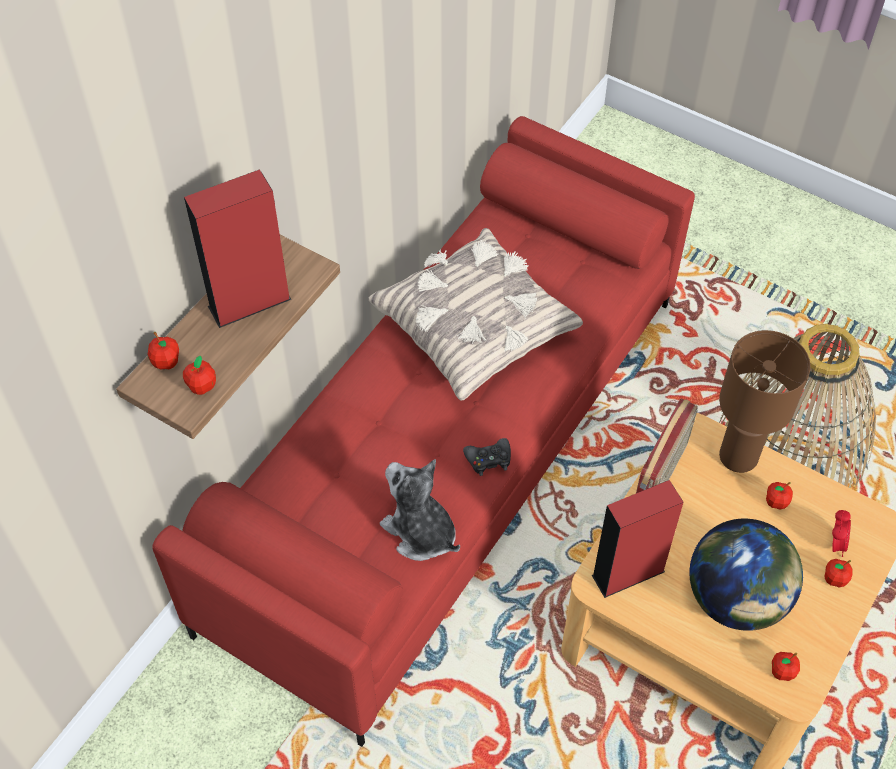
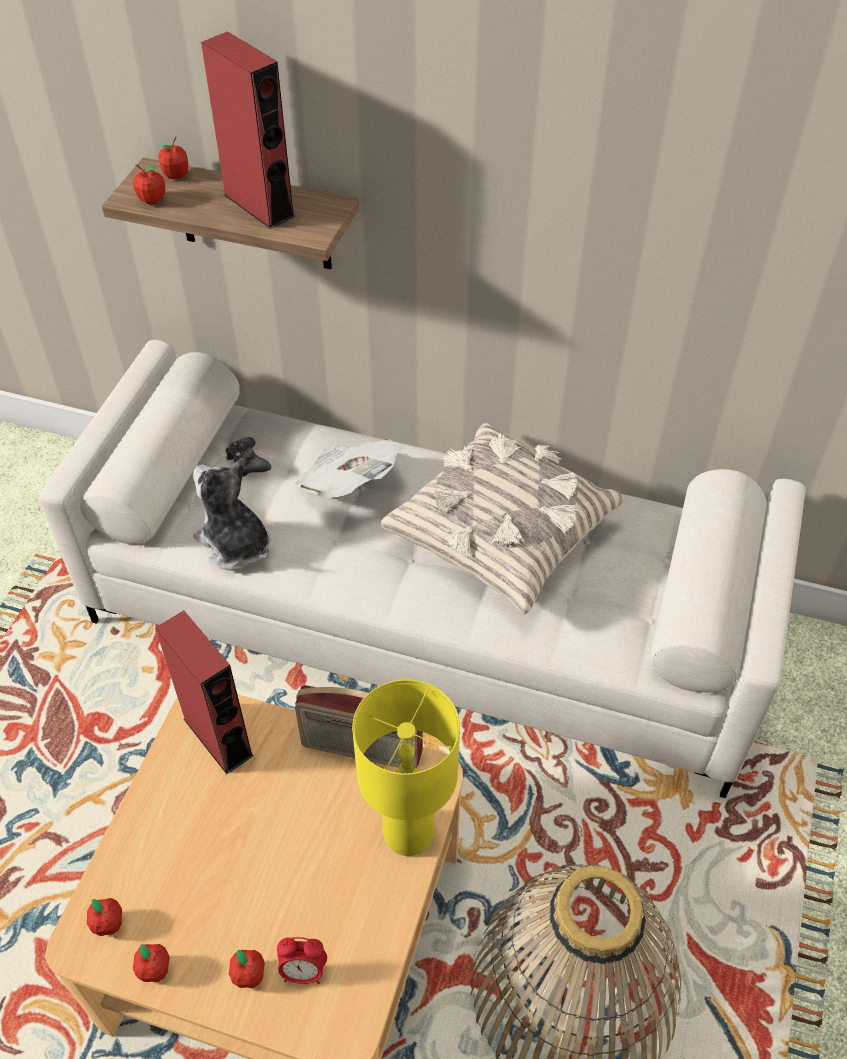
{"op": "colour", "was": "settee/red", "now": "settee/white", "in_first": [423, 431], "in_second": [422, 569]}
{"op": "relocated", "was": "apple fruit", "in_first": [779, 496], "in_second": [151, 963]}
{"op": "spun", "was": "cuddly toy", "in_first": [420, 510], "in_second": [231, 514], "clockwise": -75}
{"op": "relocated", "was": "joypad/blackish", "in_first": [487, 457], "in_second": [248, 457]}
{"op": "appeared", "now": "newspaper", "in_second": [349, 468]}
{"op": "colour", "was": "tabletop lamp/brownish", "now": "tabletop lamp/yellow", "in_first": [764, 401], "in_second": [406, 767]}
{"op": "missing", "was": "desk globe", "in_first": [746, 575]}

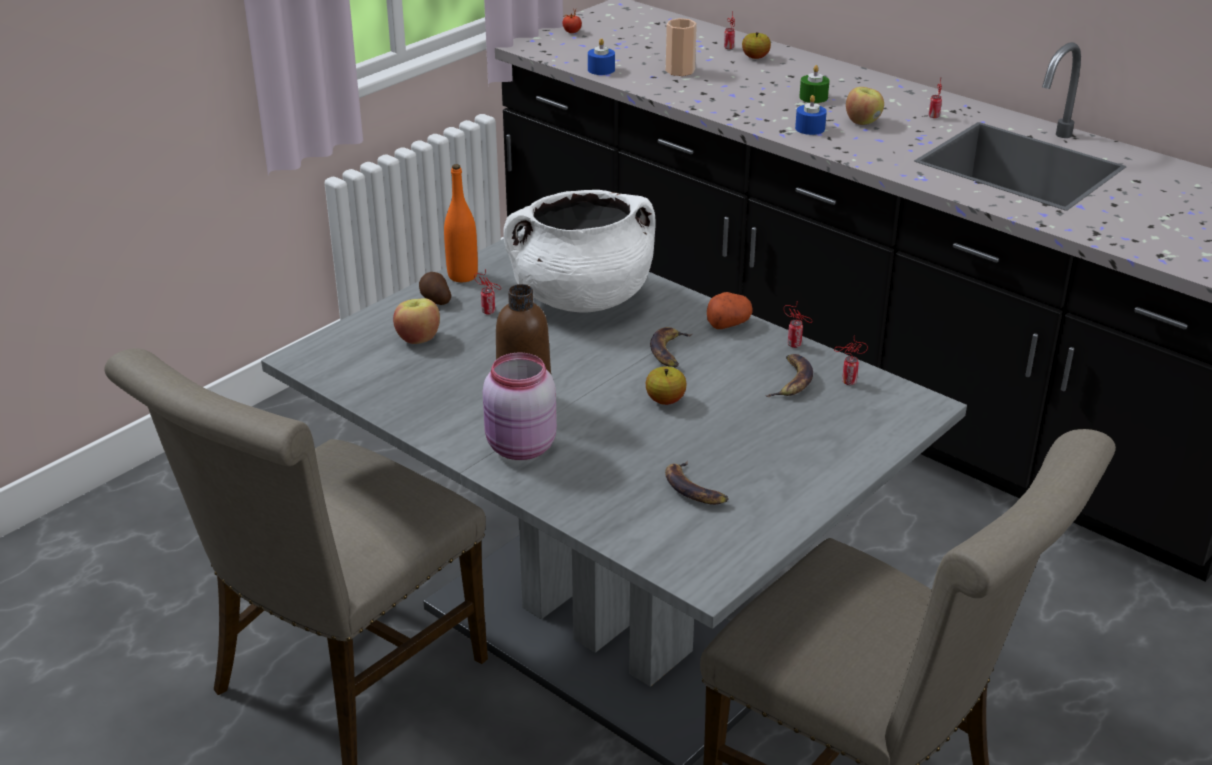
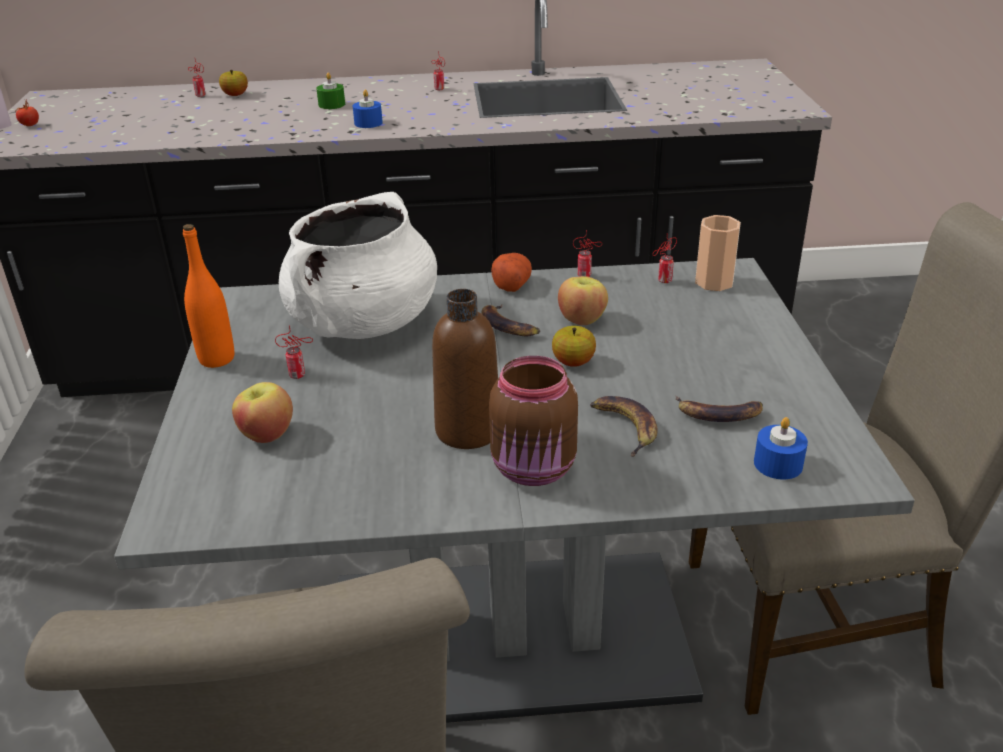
{"op": "colour", "was": "jar/pinkish", "now": "jar/brownish", "in_first": [520, 406], "in_second": [533, 421]}
{"op": "relocated", "was": "apple fruit", "in_first": [865, 106], "in_second": [583, 300]}
{"op": "relocated", "was": "whole banana", "in_first": [789, 375], "in_second": [624, 426]}
{"op": "relocated", "was": "cup", "in_first": [681, 47], "in_second": [718, 253]}
{"op": "relocated", "was": "wax light/blue", "in_first": [601, 56], "in_second": [781, 448]}
{"op": "missing", "was": "spud", "in_first": [435, 288]}

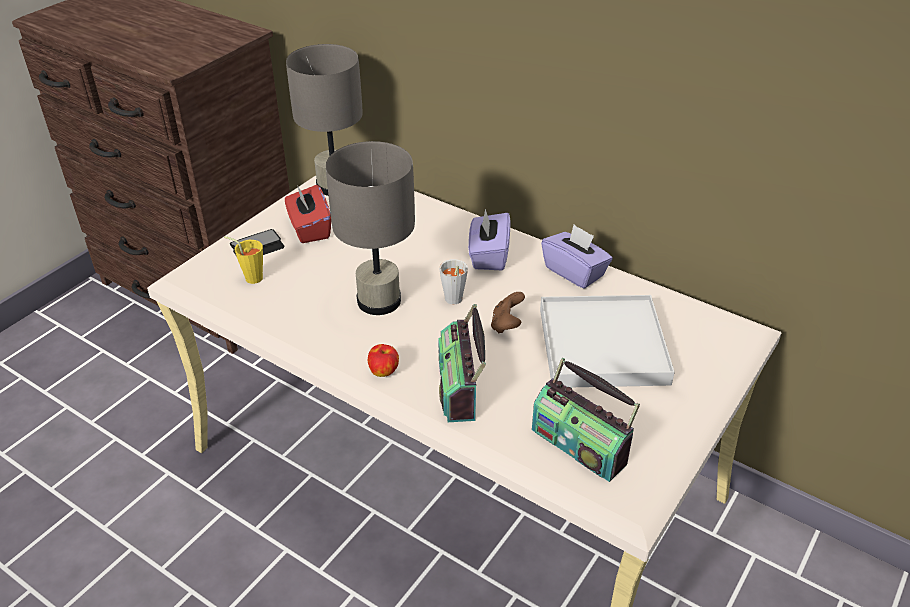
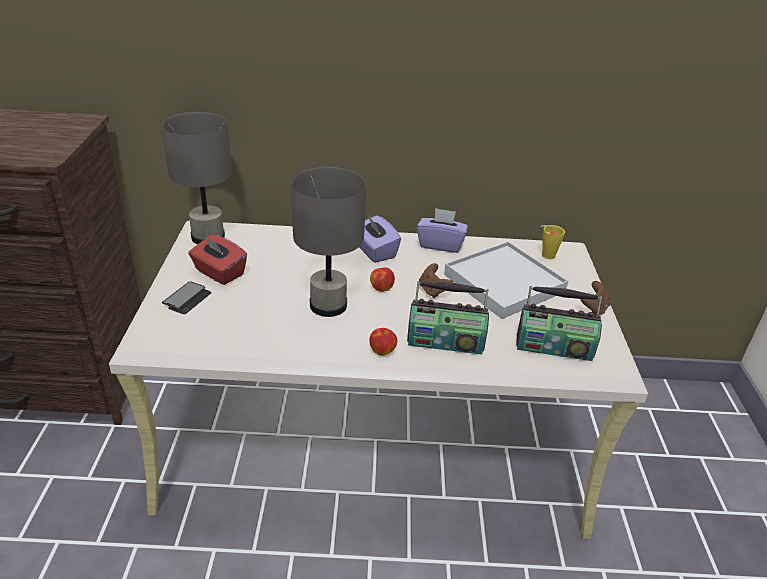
{"op": "exchanged", "was": "cup/gray", "now": "apple fruit", "in_first": [453, 281], "in_second": [382, 279]}
{"op": "spun", "was": "radio", "in_first": [462, 363], "in_second": [448, 318], "clockwise": -45}
{"op": "relocated", "was": "cup/yellow", "in_first": [243, 260], "in_second": [553, 242]}
{"op": "appeared", "now": "joypad/brownish", "in_second": [595, 298]}

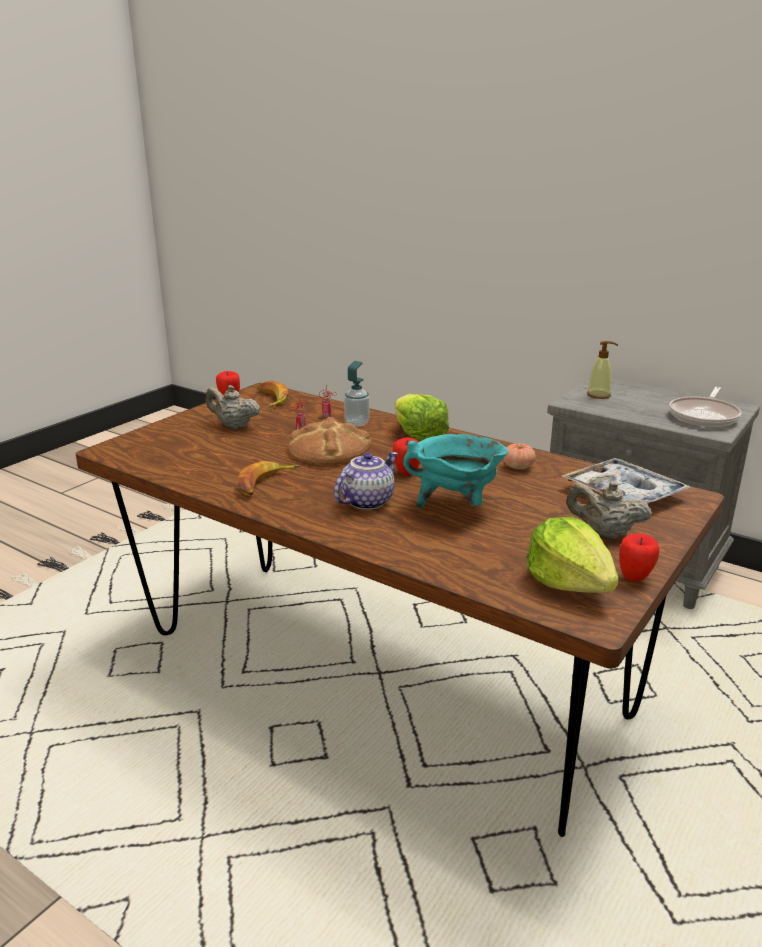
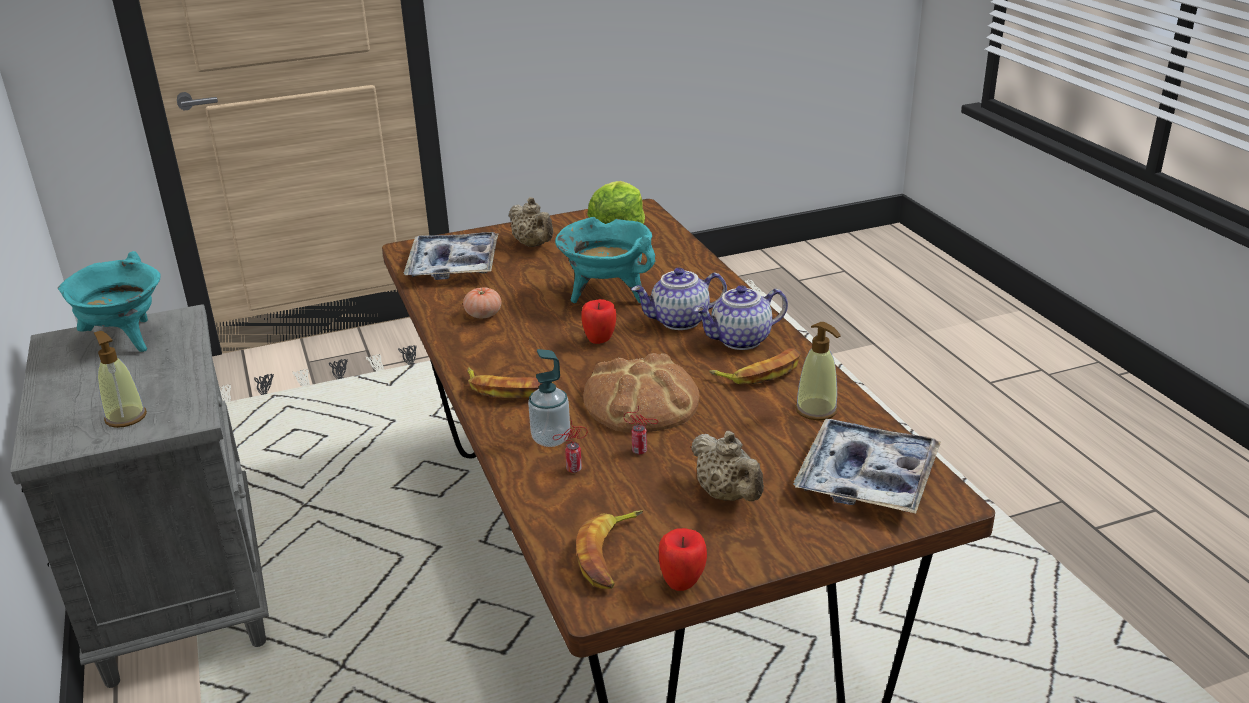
{"op": "exchanged", "was": "frying pan", "now": "stockpot/blue-green", "in_first": [705, 407], "in_second": [109, 301]}
{"op": "exchanged", "was": "lettuce", "now": "whole banana", "in_first": [422, 417], "in_second": [511, 383]}
{"op": "appeared", "now": "pot for tea", "in_second": [741, 317]}
{"op": "appeared", "now": "tray", "in_second": [867, 466]}
{"op": "appeared", "now": "liquid soap bottle", "in_second": [818, 371]}
{"op": "missing", "was": "apple fruit", "in_first": [639, 558]}

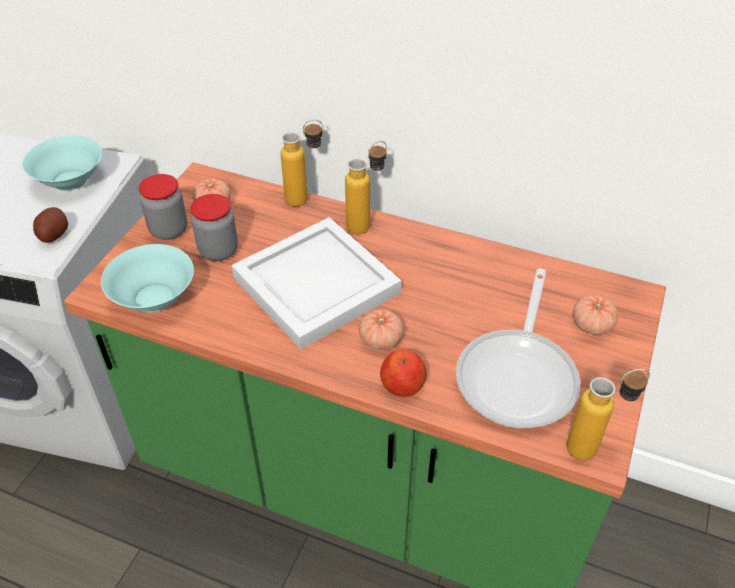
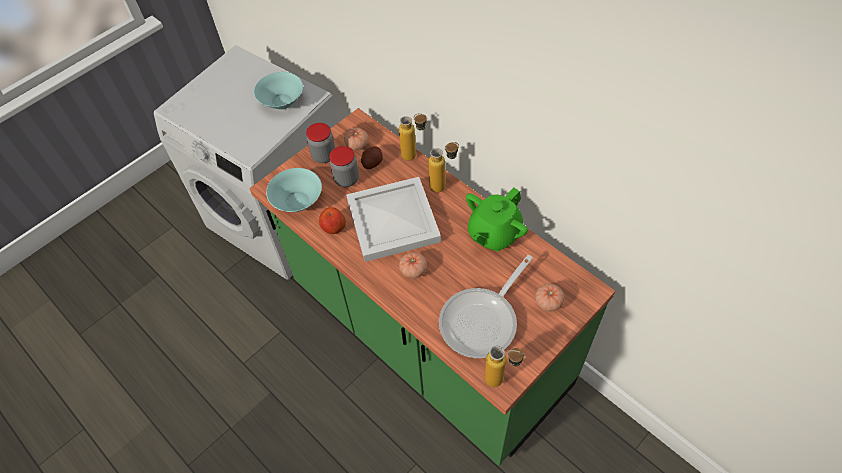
{"op": "relocated", "was": "apple fruit", "in_first": [403, 373], "in_second": [332, 220]}
{"op": "relocated", "was": "spud", "in_first": [50, 225], "in_second": [372, 157]}
{"op": "appeared", "now": "pot for tea/green", "in_second": [497, 219]}

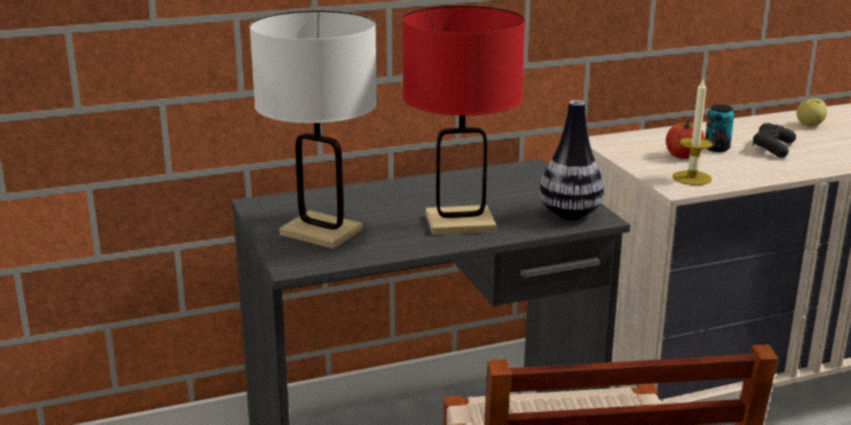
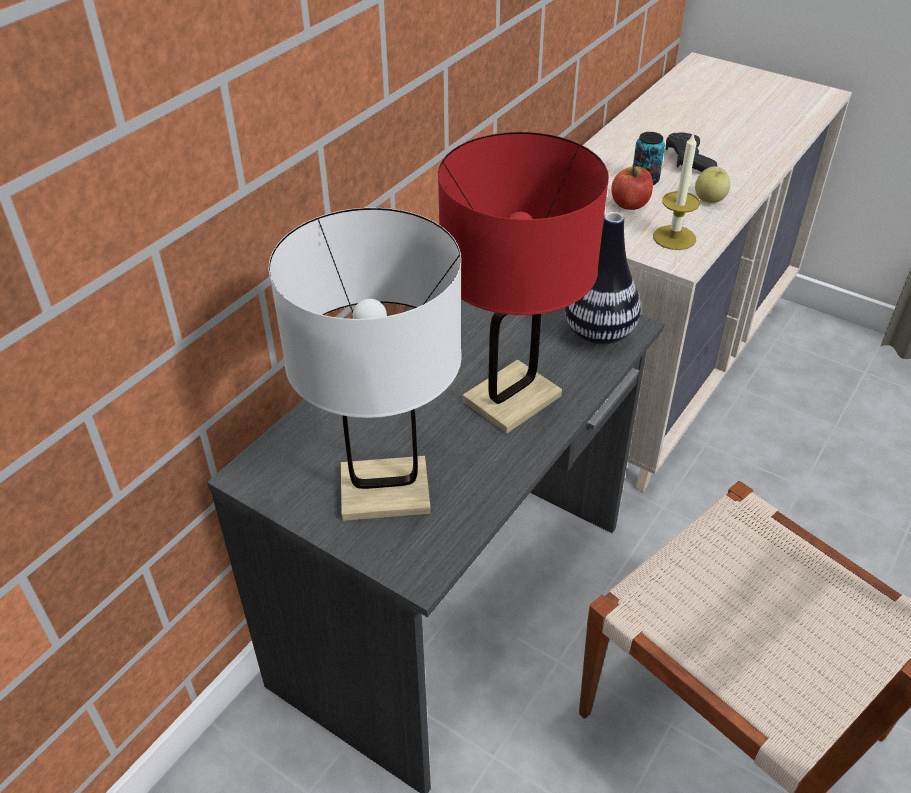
{"op": "relocated", "was": "apple fruit", "in_first": [812, 112], "in_second": [712, 184]}

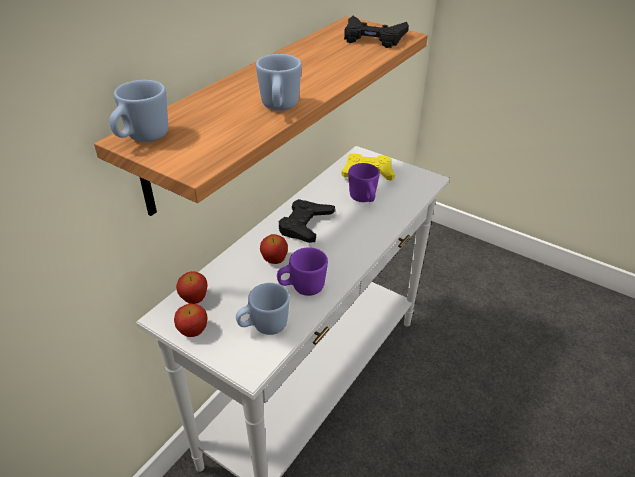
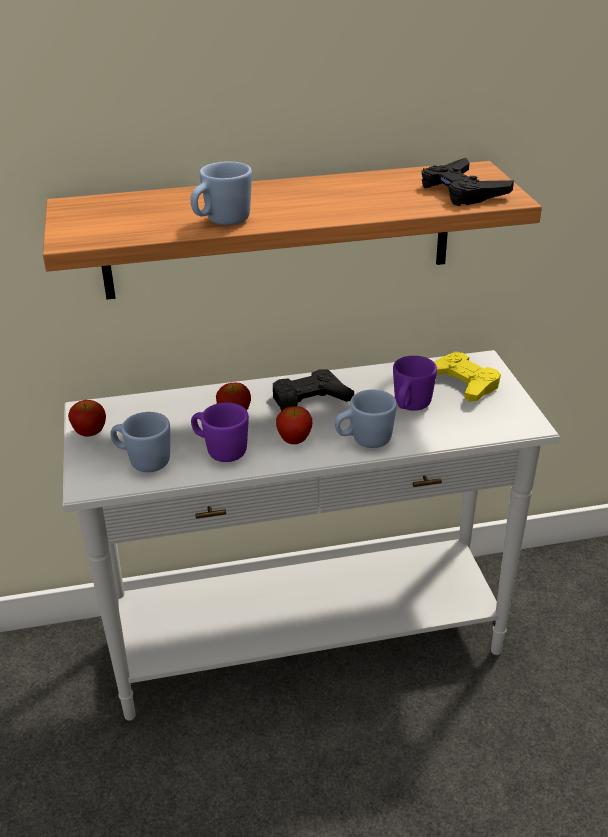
{"op": "relocated", "was": "apple fruit", "in_first": [192, 287], "in_second": [294, 425]}
{"op": "relocated", "was": "mug/blue", "in_first": [138, 111], "in_second": [366, 418]}

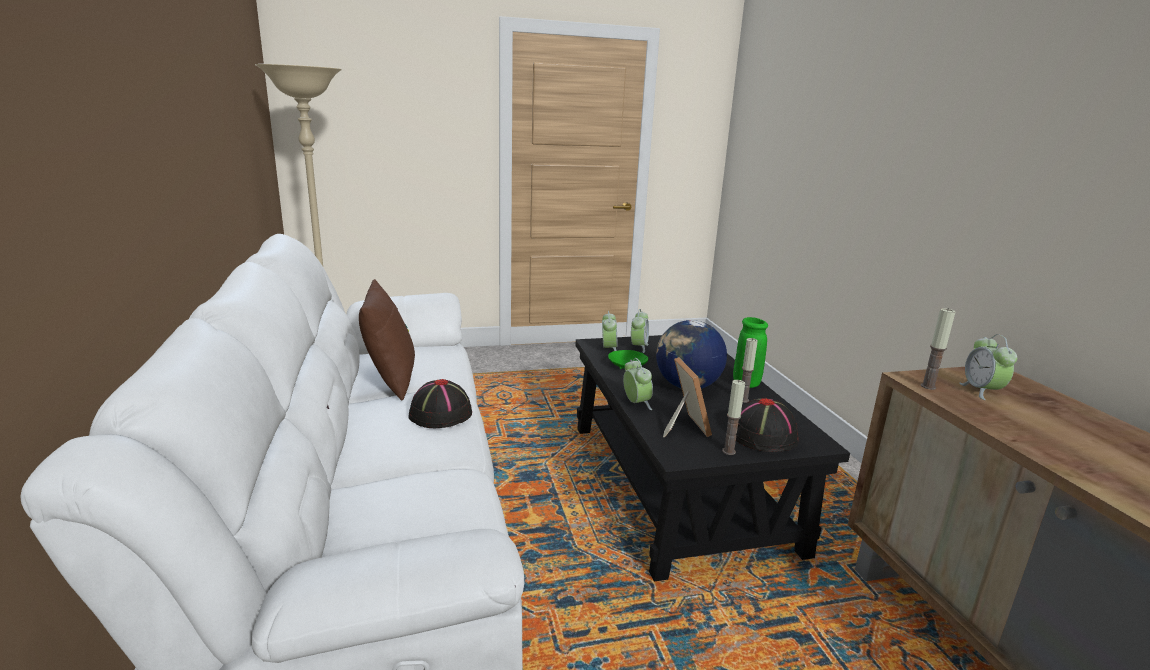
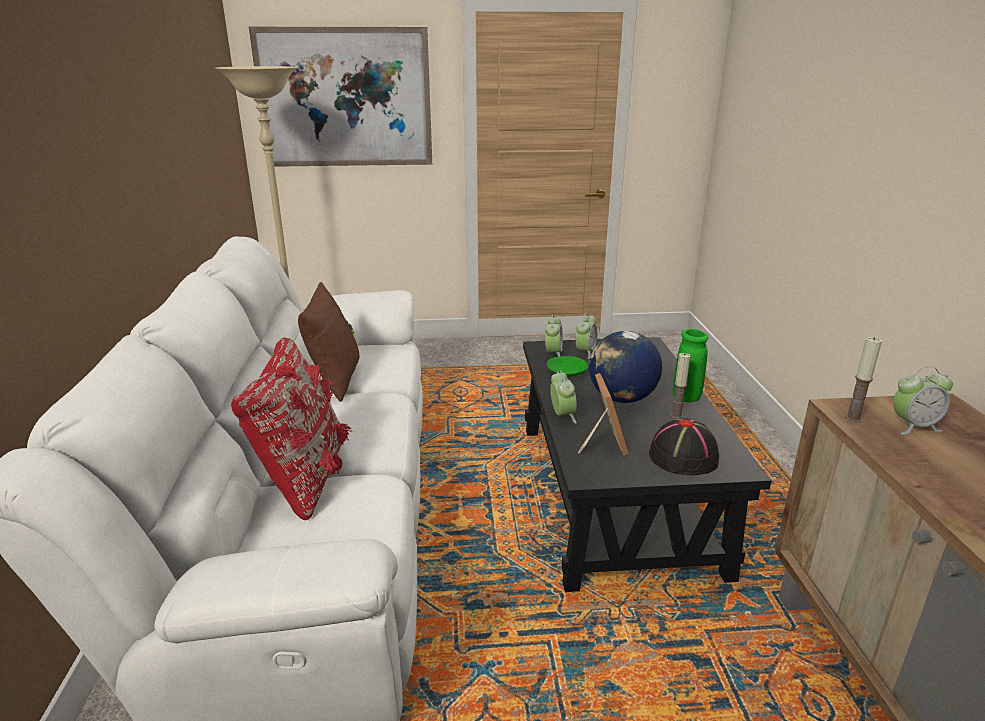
{"op": "appeared", "now": "pillow/red", "in_second": [291, 429]}
{"op": "appeared", "now": "picture", "in_second": [340, 97]}
{"op": "spun", "was": "alarm clock", "in_first": [988, 367], "in_second": [923, 400], "clockwise": -105}
{"op": "missing", "was": "hat/blackish", "in_first": [440, 403]}
{"op": "missing", "was": "wax light", "in_first": [733, 417]}

